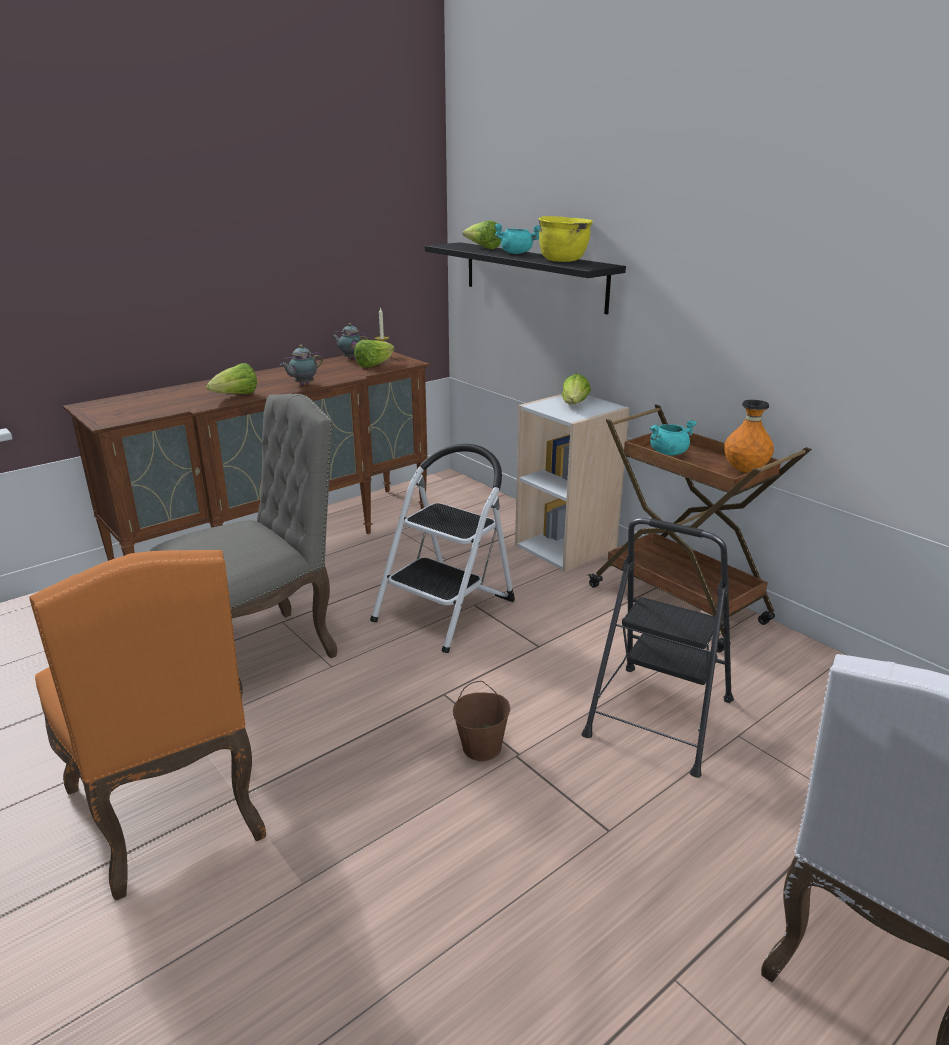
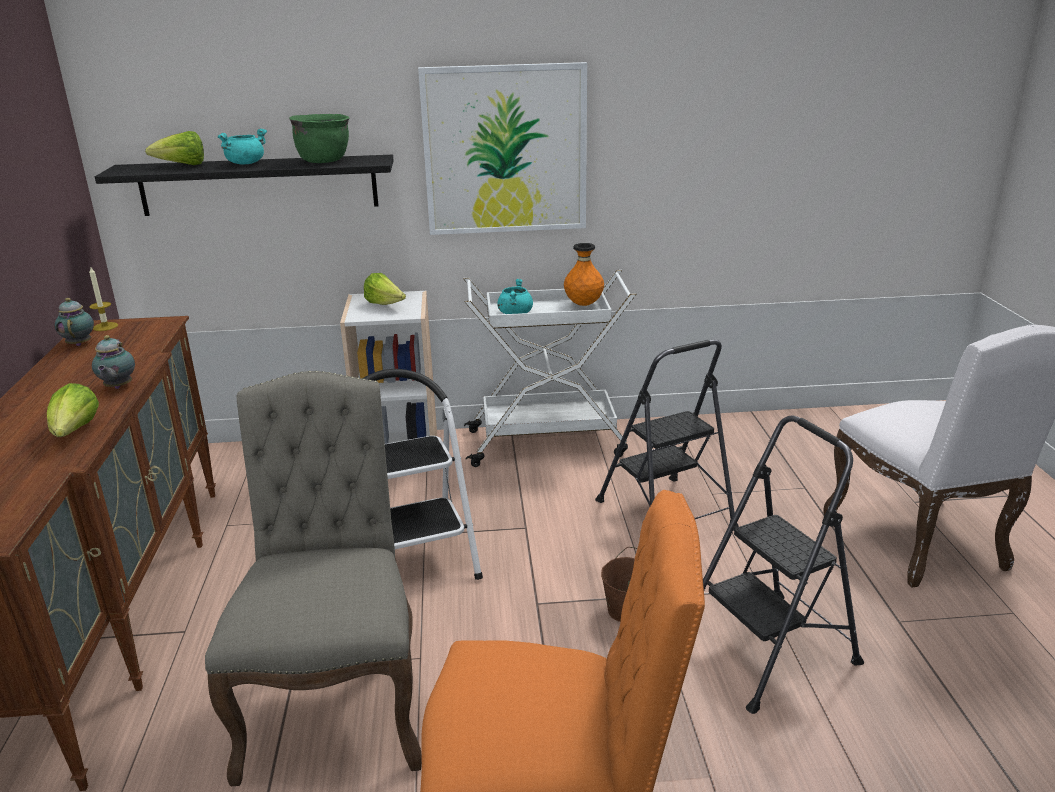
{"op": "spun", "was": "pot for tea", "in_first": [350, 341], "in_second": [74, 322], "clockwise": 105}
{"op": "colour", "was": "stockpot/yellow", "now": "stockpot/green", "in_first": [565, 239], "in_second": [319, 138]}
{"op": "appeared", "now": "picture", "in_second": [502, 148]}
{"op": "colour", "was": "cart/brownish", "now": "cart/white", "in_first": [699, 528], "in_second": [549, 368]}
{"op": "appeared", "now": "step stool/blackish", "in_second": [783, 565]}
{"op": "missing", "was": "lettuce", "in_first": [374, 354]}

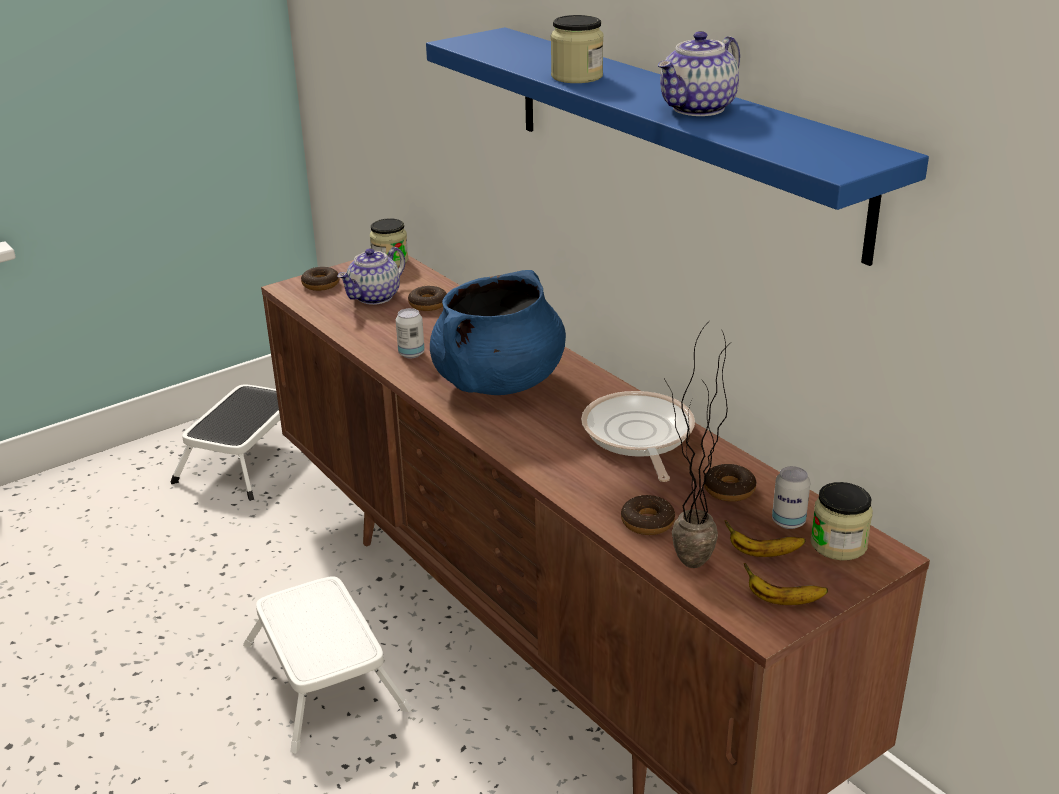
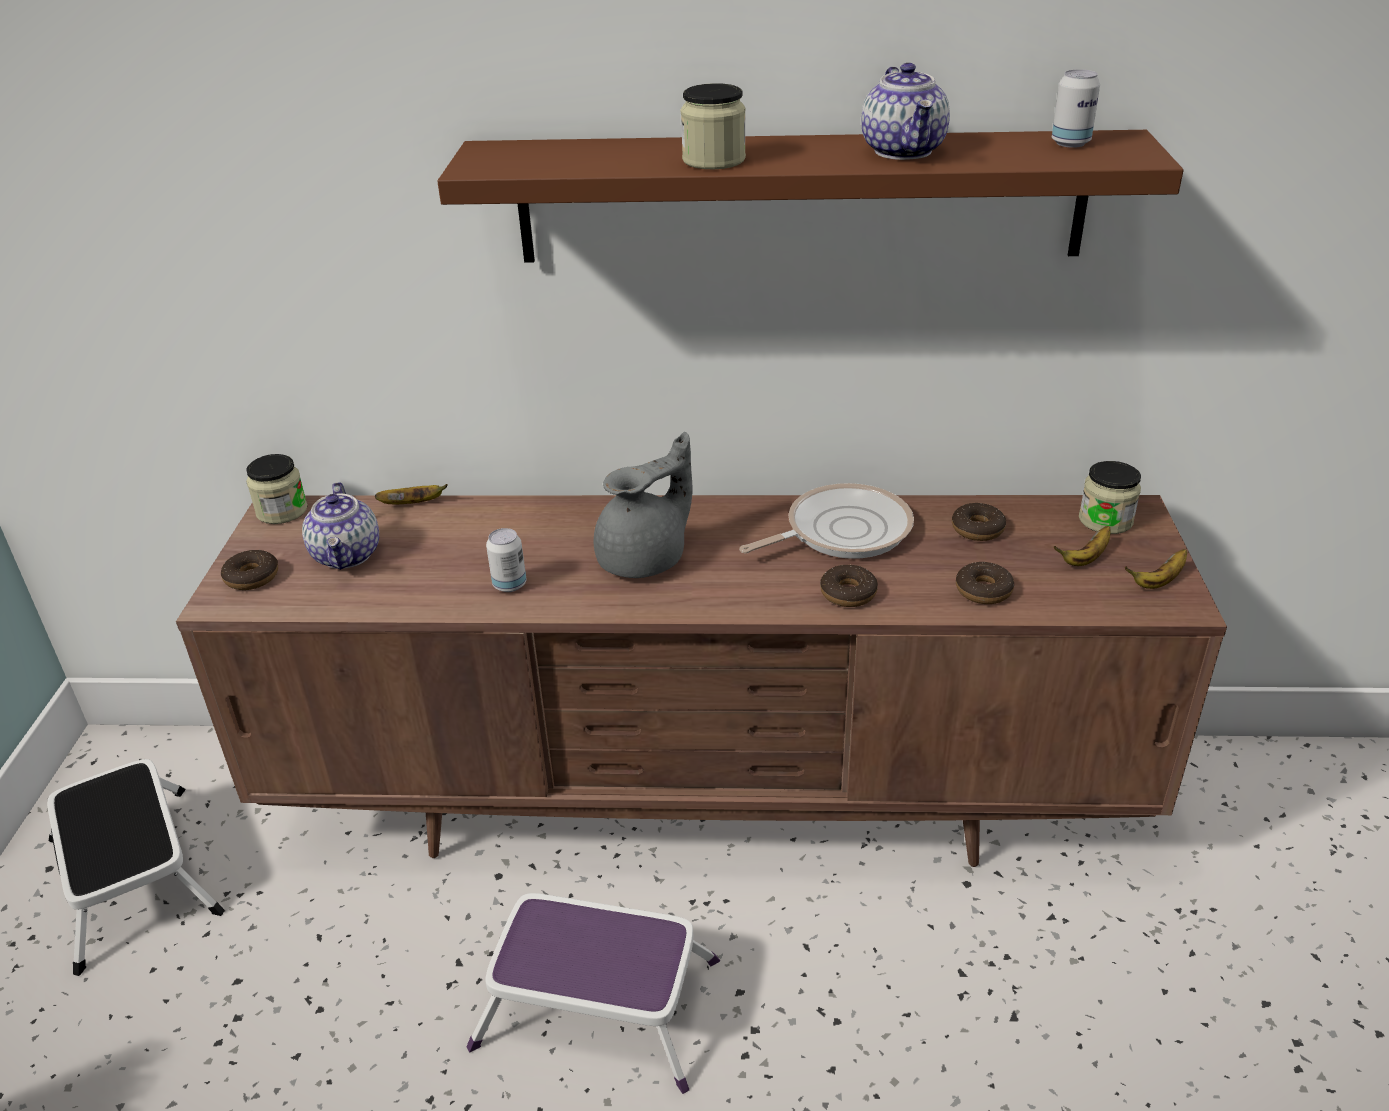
{"op": "appeared", "now": "whole banana", "in_second": [411, 494]}
{"op": "colour", "was": "wall shelf/blue", "now": "wall shelf/brownish", "in_first": [677, 146], "in_second": [810, 196]}
{"op": "colour", "was": "step stool/white", "now": "step stool/purple-coloured", "in_first": [327, 665], "in_second": [593, 993]}
{"op": "exchanged", "was": "stockpot/blue", "now": "pot for tea/gray", "in_first": [498, 332], "in_second": [643, 505]}
{"op": "spun", "was": "frying pan", "in_first": [638, 436], "in_second": [827, 521], "clockwise": 120}
{"op": "relocated", "was": "donut", "in_first": [427, 298], "in_second": [849, 586]}
{"op": "relocated", "was": "can", "in_first": [791, 497], "in_second": [1076, 108]}
{"op": "missing", "was": "plant in a pot", "in_first": [696, 446]}

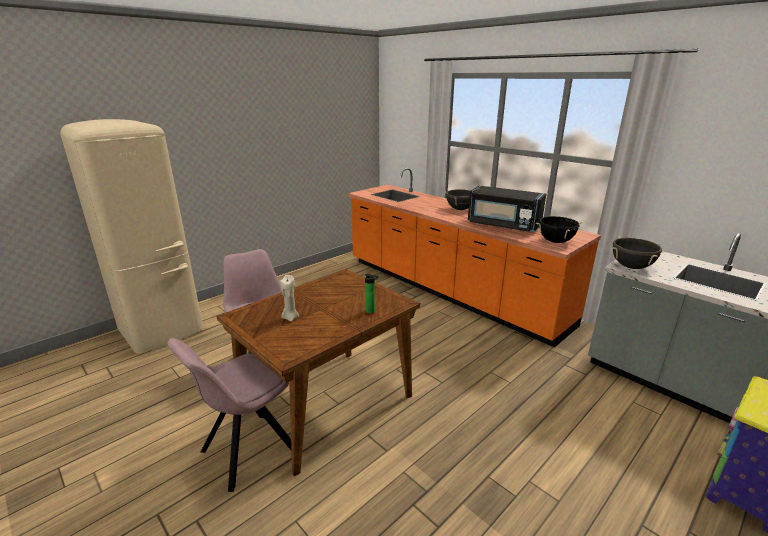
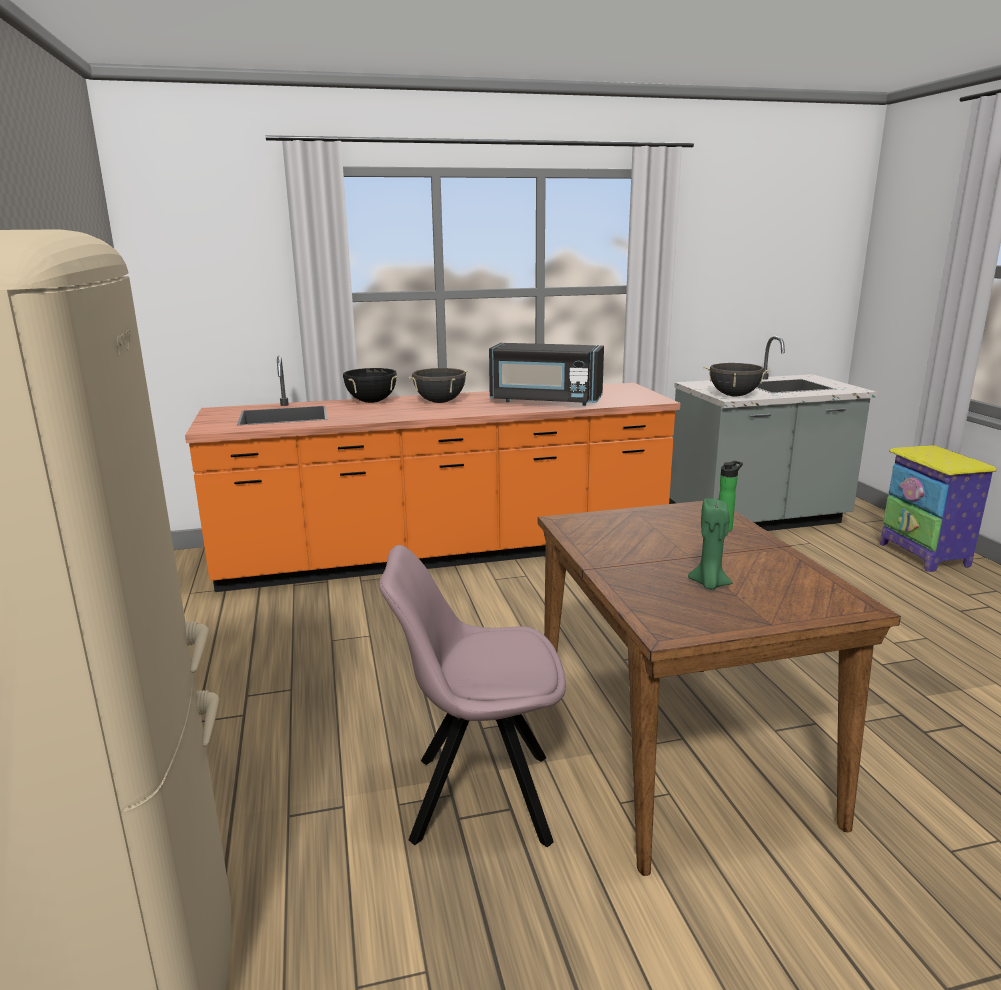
{"op": "relocated", "was": "stockpot/blackish", "in_first": [559, 229], "in_second": [370, 385]}
{"op": "spun", "was": "microwave/blackish", "in_first": [507, 209], "in_second": [546, 374], "clockwise": 45}
{"op": "colour", "was": "wax light/sand-coloured", "now": "wax light/green", "in_first": [289, 298], "in_second": [710, 544]}
{"op": "missing", "was": "plain chair/pinkish", "in_first": [229, 415]}

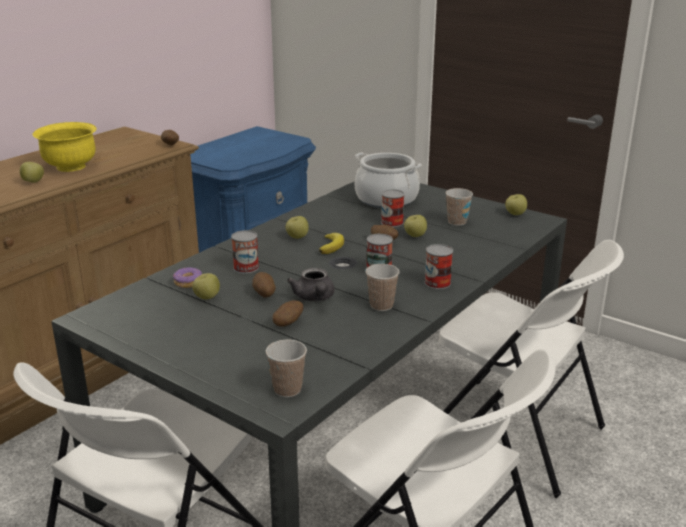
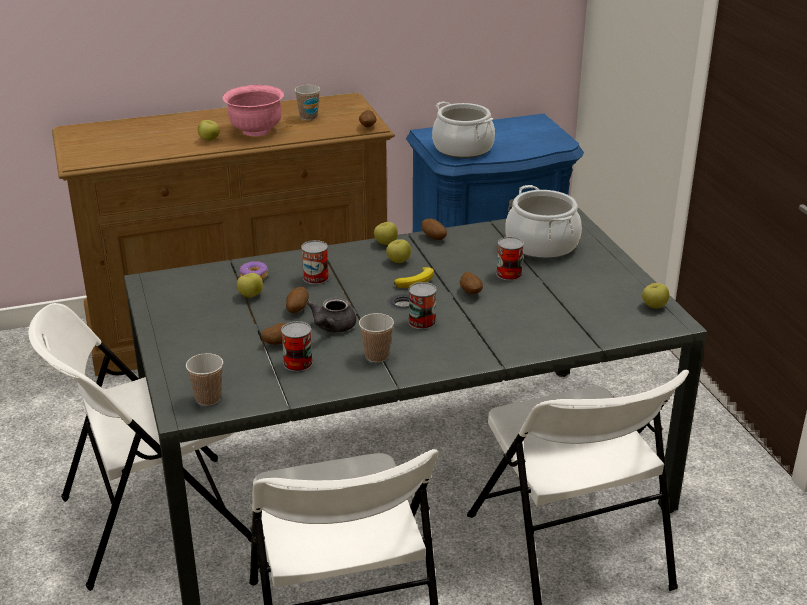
{"op": "colour", "was": "bowl/yellow", "now": "bowl/pinkish", "in_first": [65, 147], "in_second": [253, 110]}
{"op": "relocated", "was": "can", "in_first": [438, 266], "in_second": [297, 346]}
{"op": "relocated", "was": "cup", "in_first": [459, 207], "in_second": [307, 102]}
{"op": "relocated", "was": "apple fruit", "in_first": [415, 226], "in_second": [386, 233]}
{"op": "appeared", "now": "spud", "in_second": [434, 229]}
{"op": "appeared", "now": "stockpot", "in_second": [463, 130]}

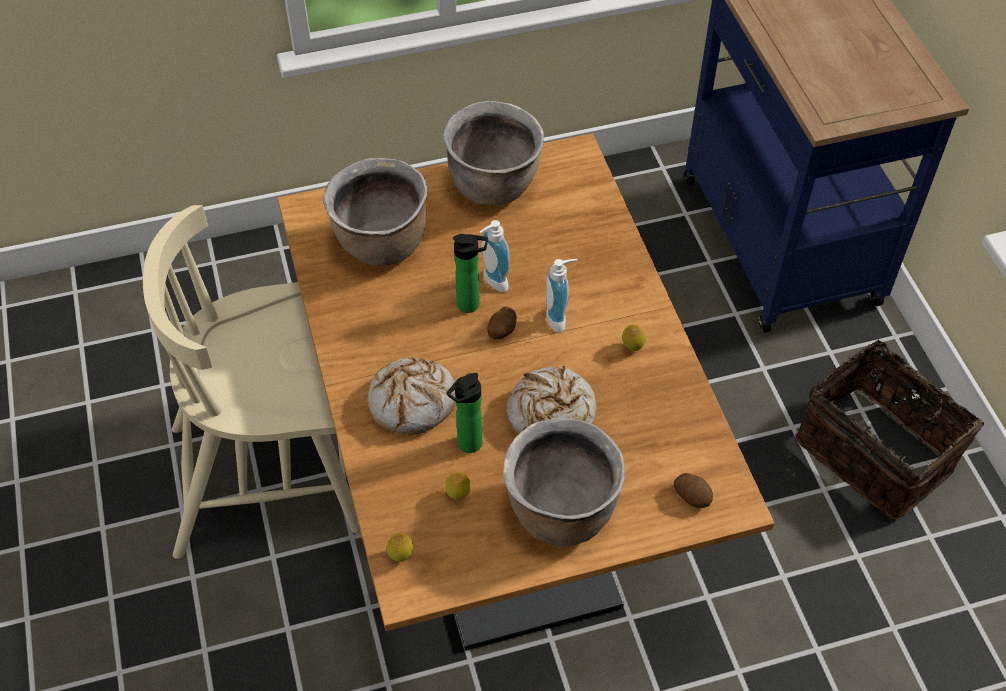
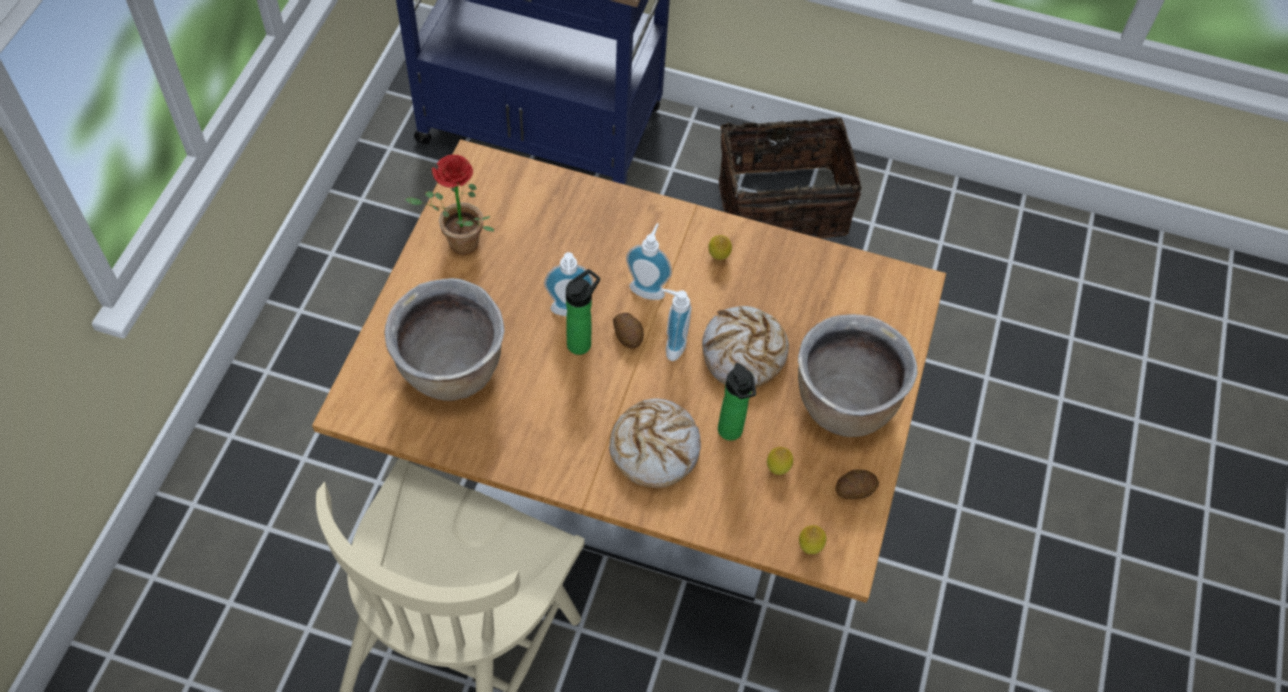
{"op": "exchanged", "was": "stockpot/brownish", "now": "plant in a pot", "in_first": [493, 153], "in_second": [449, 205]}
{"op": "appeared", "now": "liquid soap bottle", "in_second": [676, 325]}
{"op": "relocated", "was": "spud", "in_first": [693, 490], "in_second": [857, 484]}

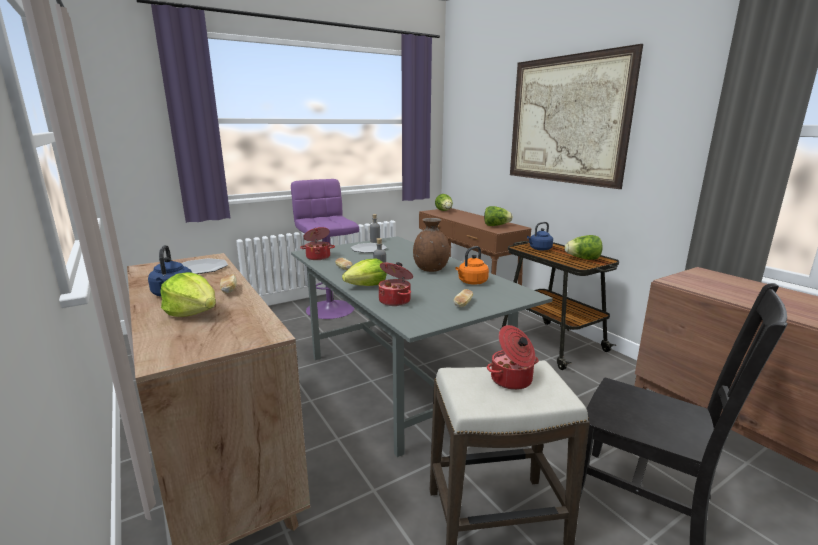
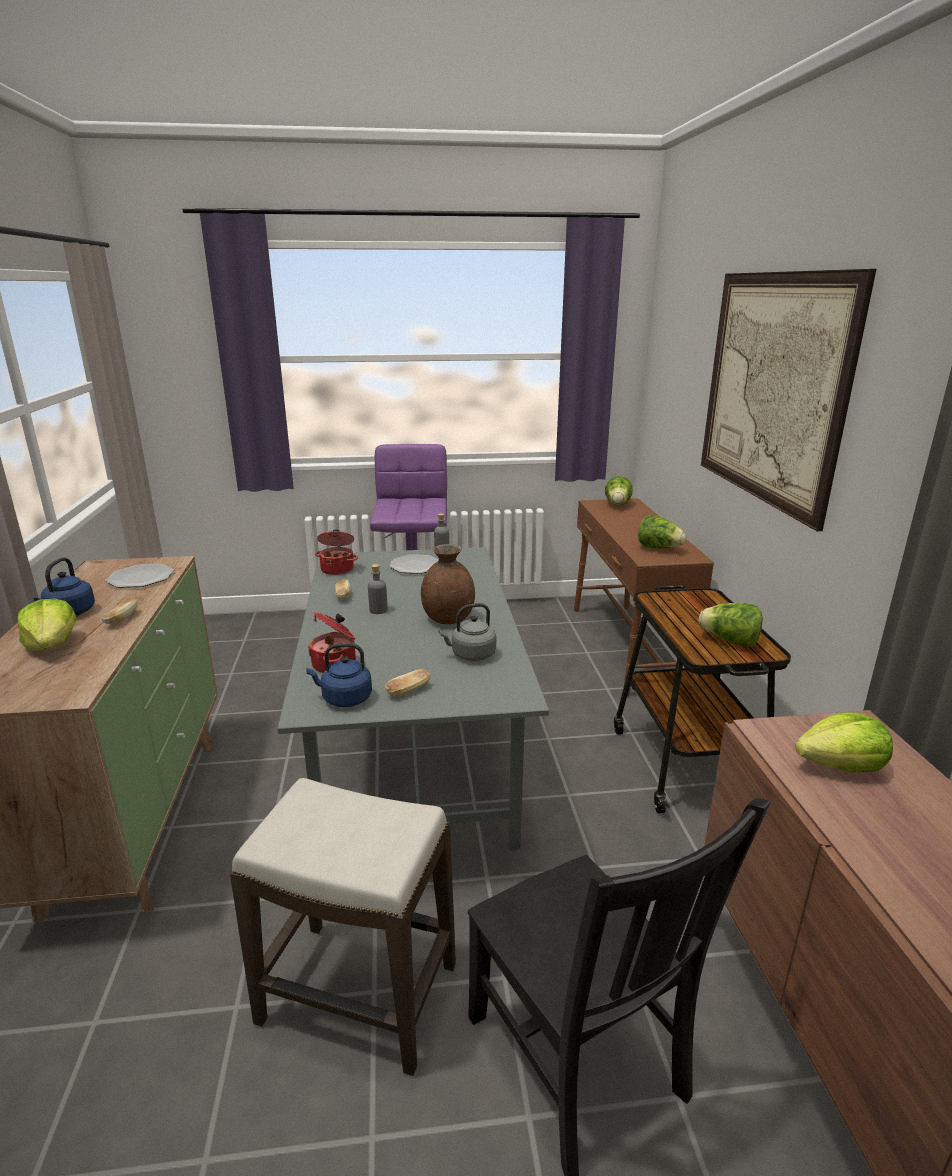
{"op": "relocated", "was": "water kettle/blue", "in_first": [540, 236], "in_second": [339, 675]}
{"op": "colour", "was": "water kettle/orange", "now": "water kettle/gray", "in_first": [472, 265], "in_second": [467, 632]}
{"op": "relocated", "was": "lettuce", "in_first": [364, 272], "in_second": [844, 742]}
{"op": "missing", "was": "stockpot", "in_first": [513, 357]}

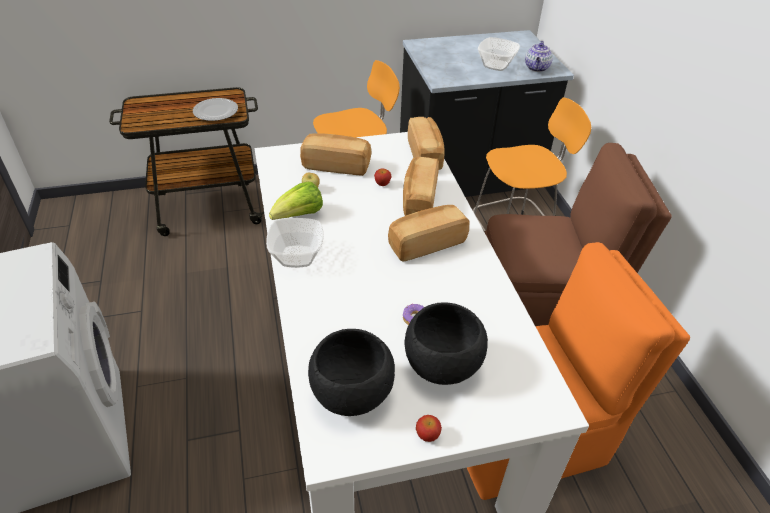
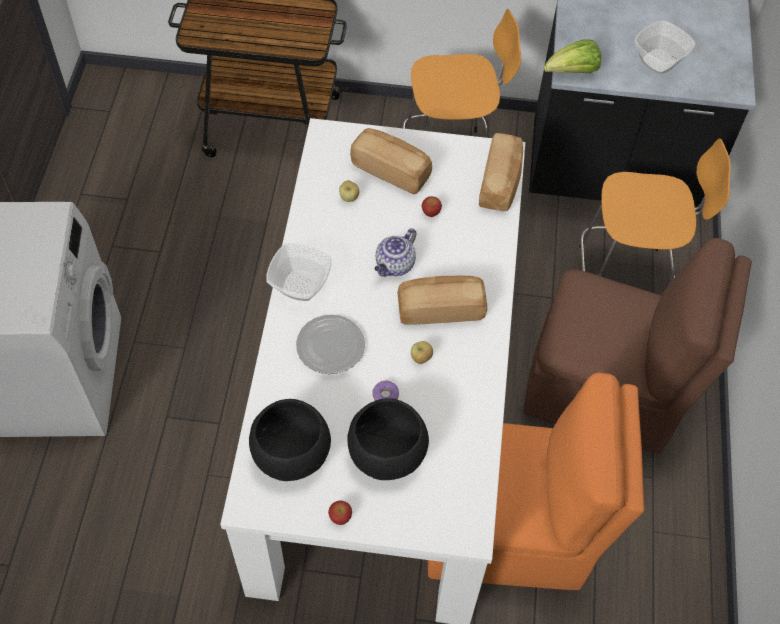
{"op": "relocated", "was": "dinner plate", "in_first": [215, 109], "in_second": [330, 344]}
{"op": "relocated", "was": "pot for tea", "in_first": [539, 56], "in_second": [395, 252]}
{"op": "appeared", "now": "apple fruit", "in_second": [422, 352]}
{"op": "relocated", "was": "lettuce", "in_first": [296, 201], "in_second": [572, 56]}
{"op": "missing", "was": "baked bread", "in_first": [421, 186]}

